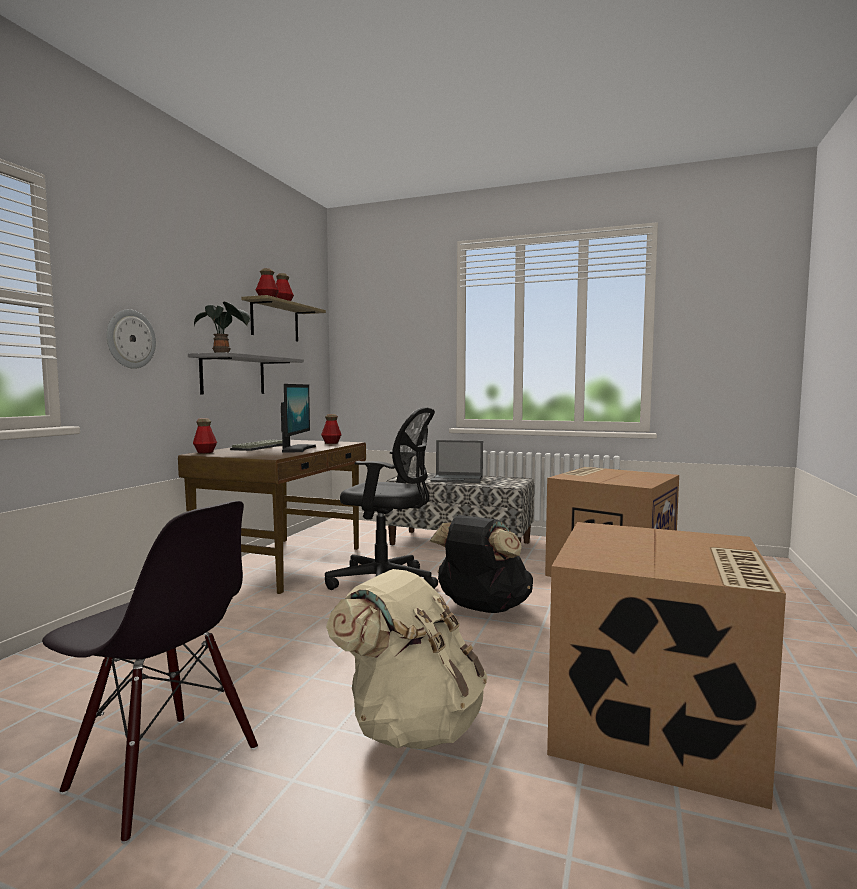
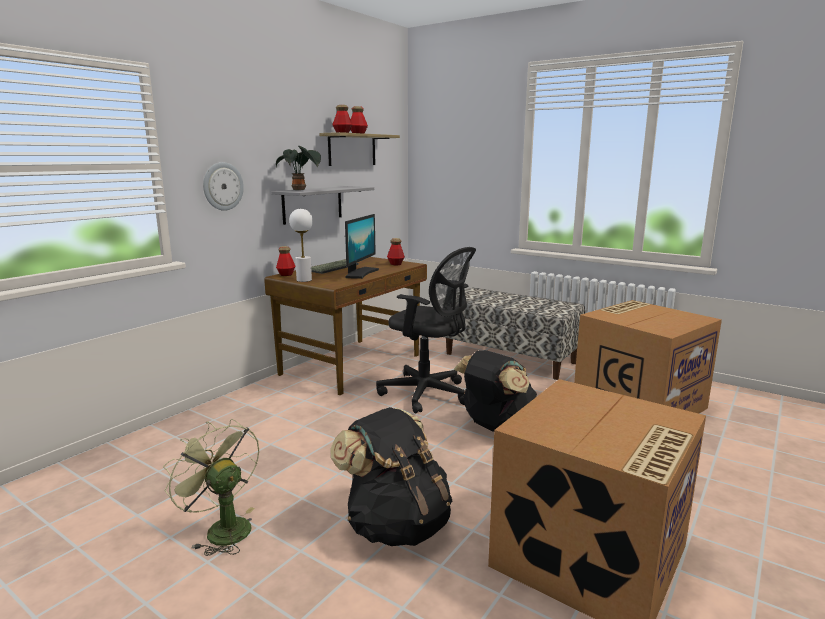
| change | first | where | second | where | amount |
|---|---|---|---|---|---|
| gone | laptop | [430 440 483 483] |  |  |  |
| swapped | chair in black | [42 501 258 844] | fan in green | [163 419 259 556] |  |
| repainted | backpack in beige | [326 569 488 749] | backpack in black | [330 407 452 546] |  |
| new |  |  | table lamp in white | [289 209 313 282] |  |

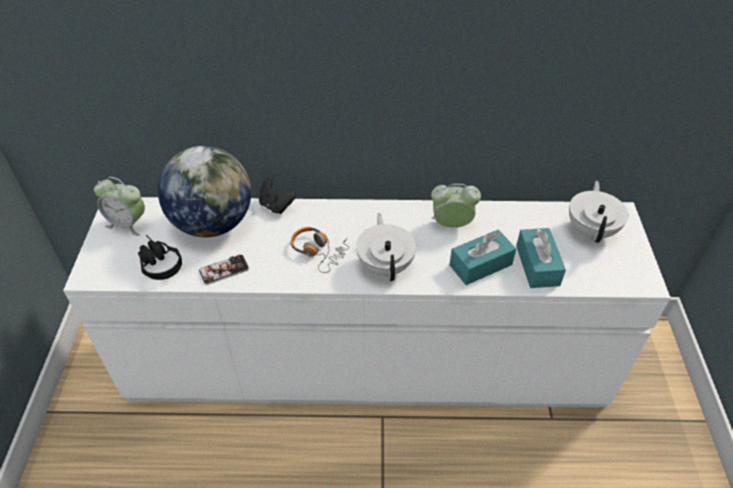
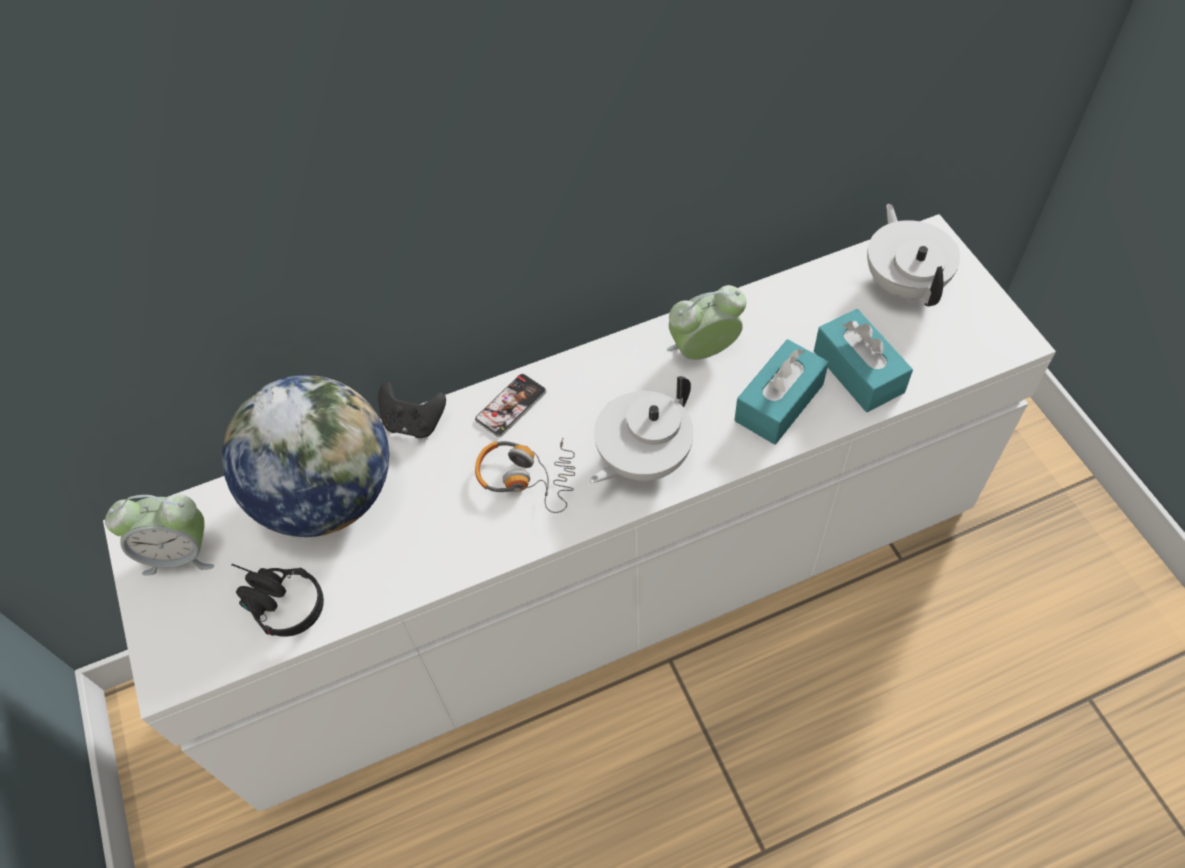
| change | first | where | second | where | amount |
|---|---|---|---|---|---|
| rotated | teapot in white | [356 213 416 281] |  | [590 376 694 483] | 105 degrees counterclockwise |
| shifted | phone | [199 255 249 285] |  | [475 374 546 437] |  |

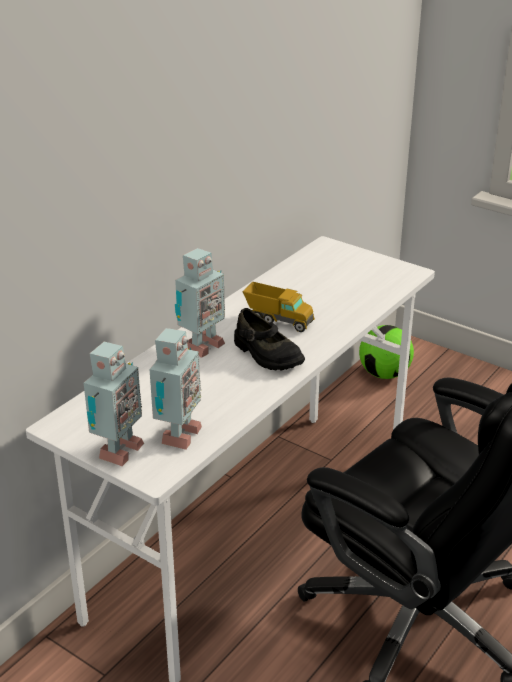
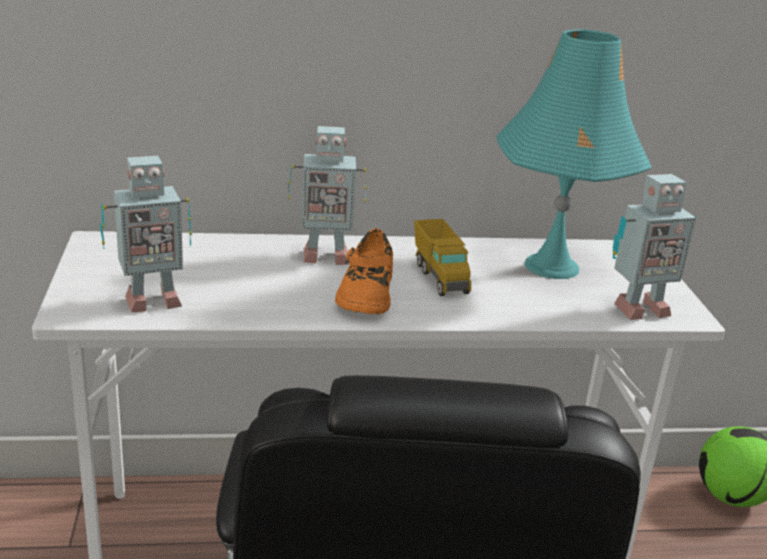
| change | first | where | second | where | amount |
|---|---|---|---|---|---|
| repainted | shoe in black | [234 308 305 370] | shoe in orange | [335 228 393 315] |  |
| shifted | toy robot | [84 342 144 466] |  | [613 174 696 320] |  |
| new |  |  | table lamp in turquoise | [496 29 652 279] |  |

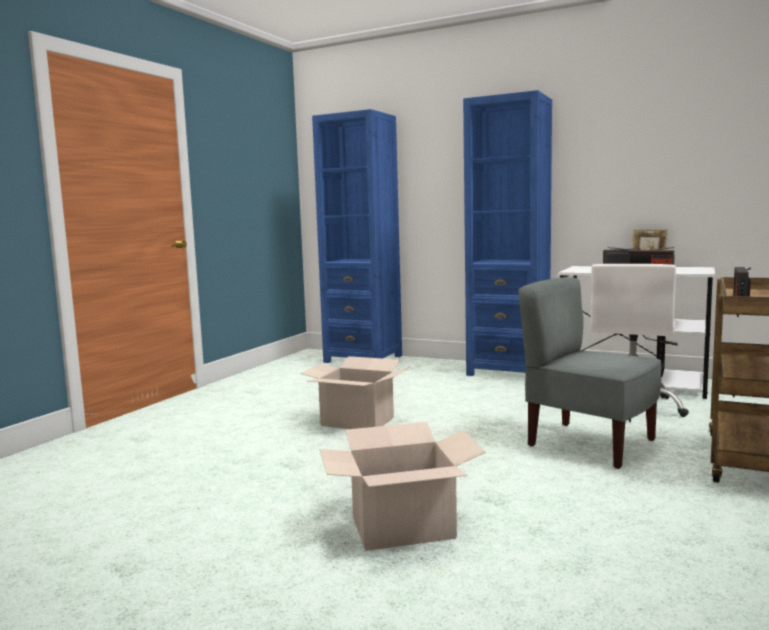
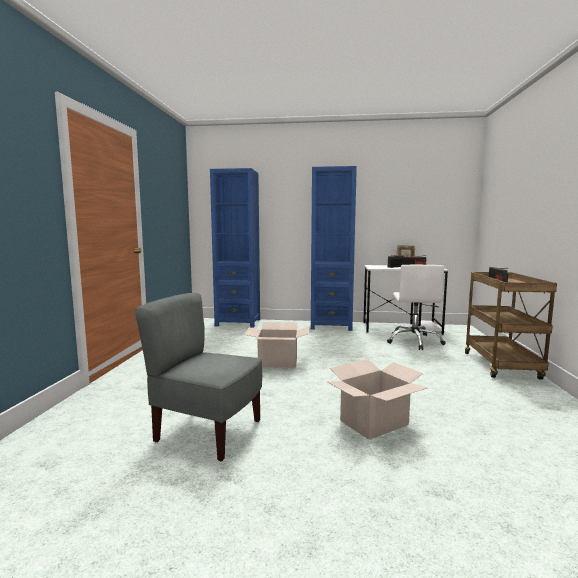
| change | first | where | second | where | amount |
|---|---|---|---|---|---|
| shifted | chair in grey | [518 277 661 469] |  | [135 293 262 461] |  |

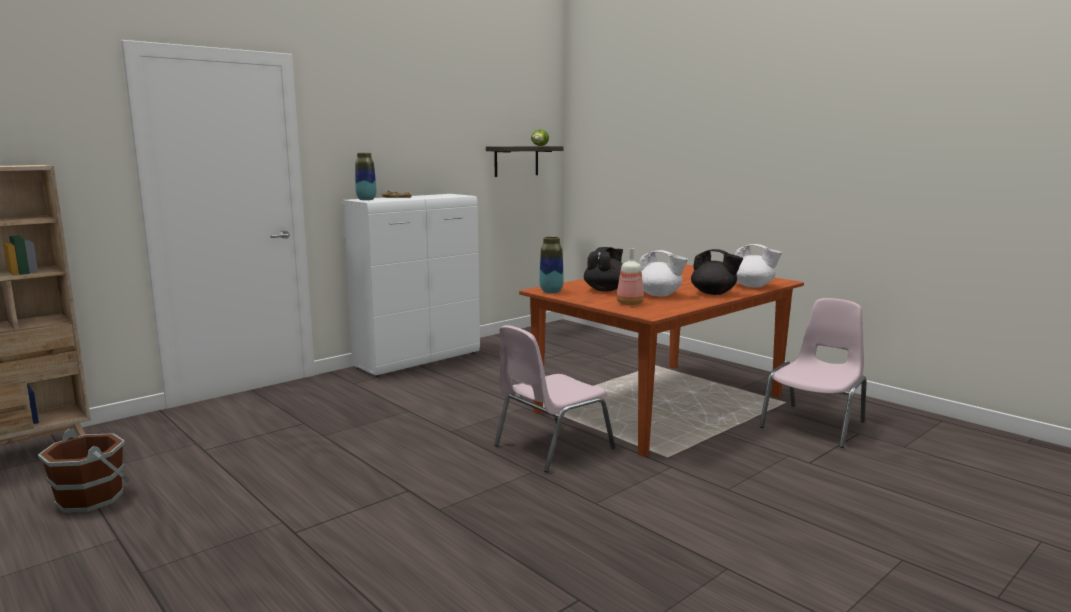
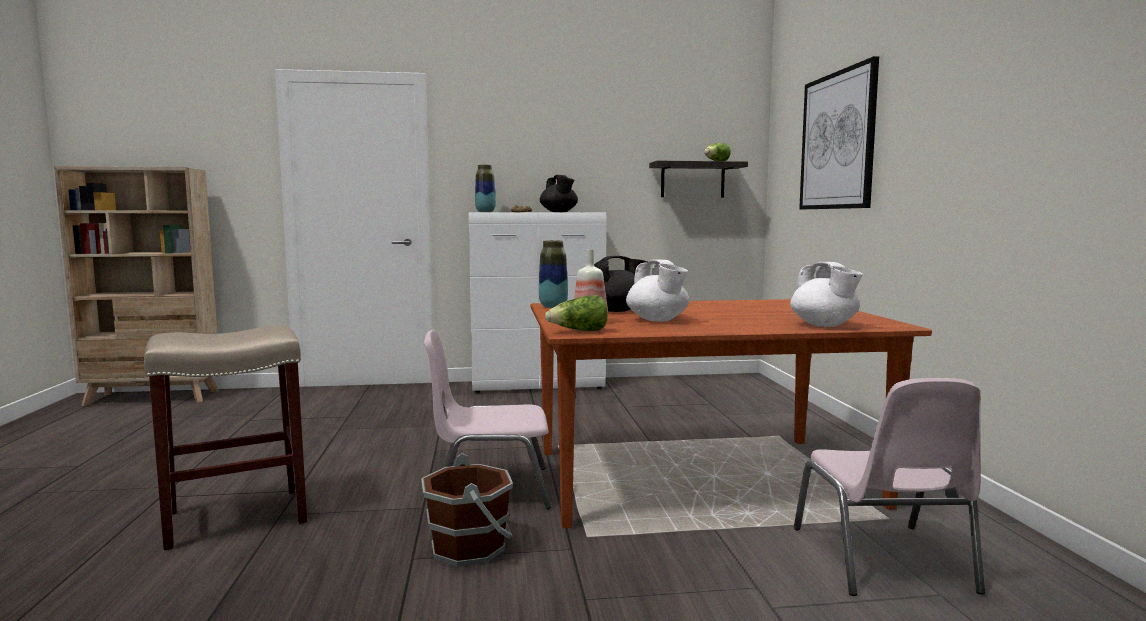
| change | first | where | second | where | amount |
|---|---|---|---|---|---|
| shifted | teapot in black | [691 249 743 295] |  | [540 175 578 212] |  |
| rotated | chair in pink | [760 298 866 448] |  | [794 378 985 596] | 105 degrees clockwise |
| shifted | bucket in brown | [38 429 130 513] |  | [421 453 513 567] |  |
| new |  |  | picture | [799 56 879 209] |  |
| new |  |  | lettuce | [545 295 607 331] |  |
| new |  |  | stool in beige | [144 325 307 550] |  |

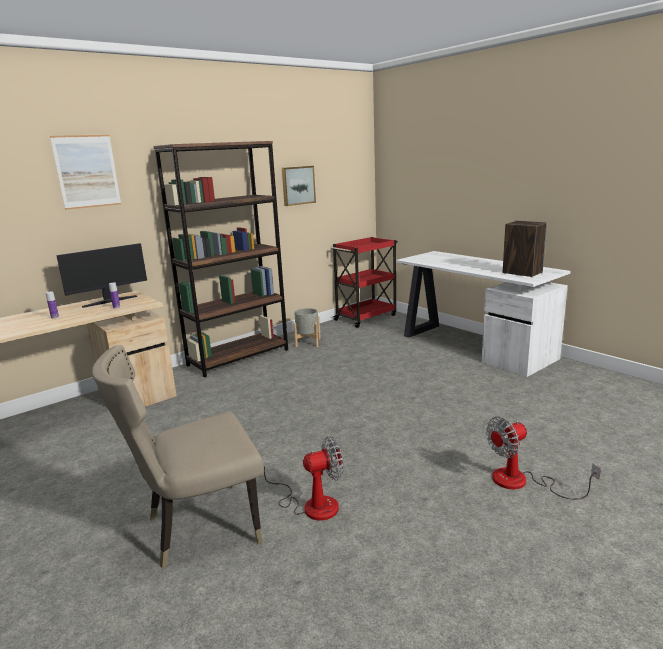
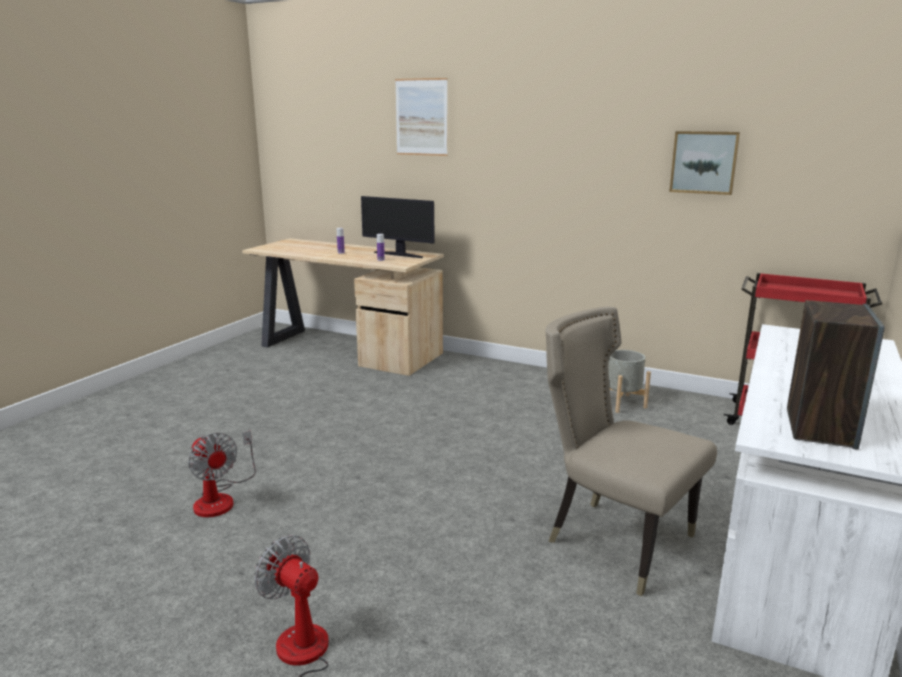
| change | first | where | second | where | amount |
|---|---|---|---|---|---|
| gone | bookcase in brown | [153 141 288 377] |  |  |  |
| shifted | chair in beige | [92 345 264 568] |  | [545 306 717 596] |  |

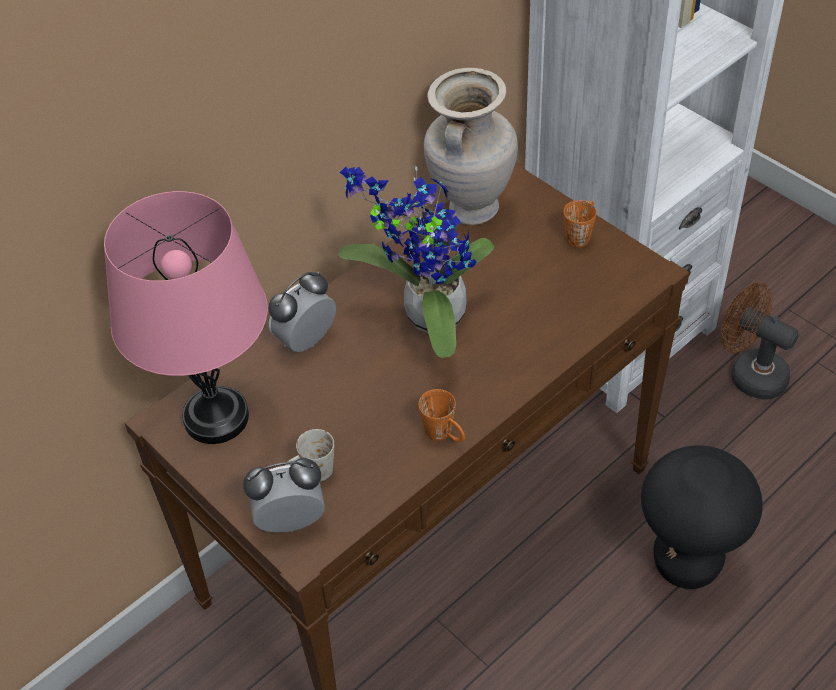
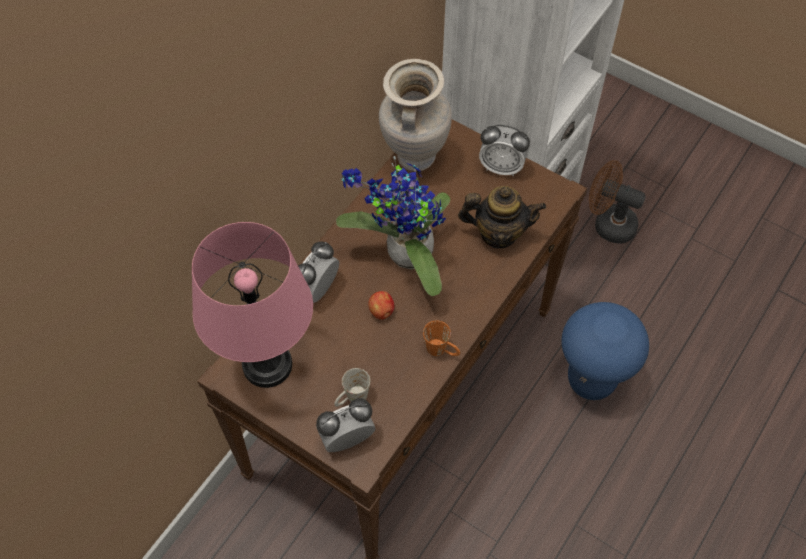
| change | first | where | second | where | amount |
|---|---|---|---|---|---|
| swapped | mug in orange | [563 200 597 247] | alarm clock | [479 125 530 176] |  |
| repainted | stool in black | [641 445 763 589] | stool in blue | [562 302 649 400] |  |
| new |  |  | teapot | [458 186 546 248] |  |
| new |  |  | apple | [368 291 394 320] |  |

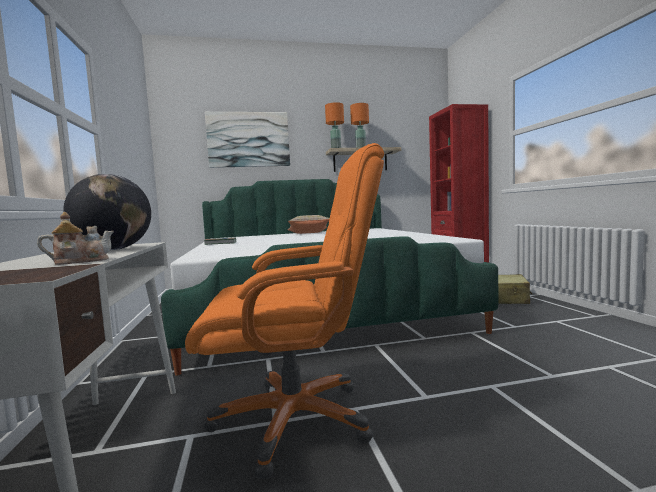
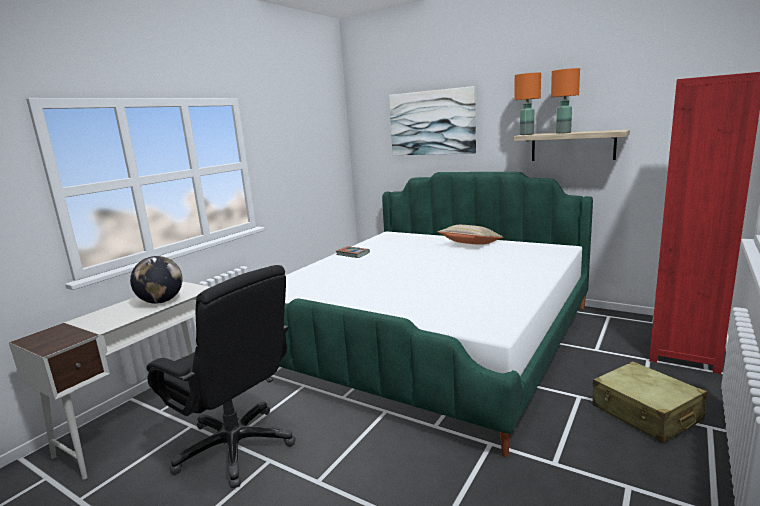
| change | first | where | second | where | amount |
|---|---|---|---|---|---|
| repainted | office chair in orange | [185 143 384 479] | office chair in black | [146 265 296 488] |  |
| gone | teapot | [37 212 114 265] |  |  |  |

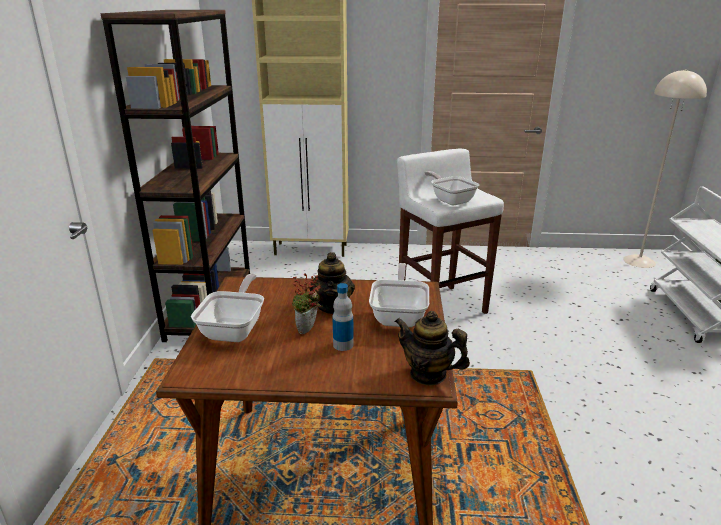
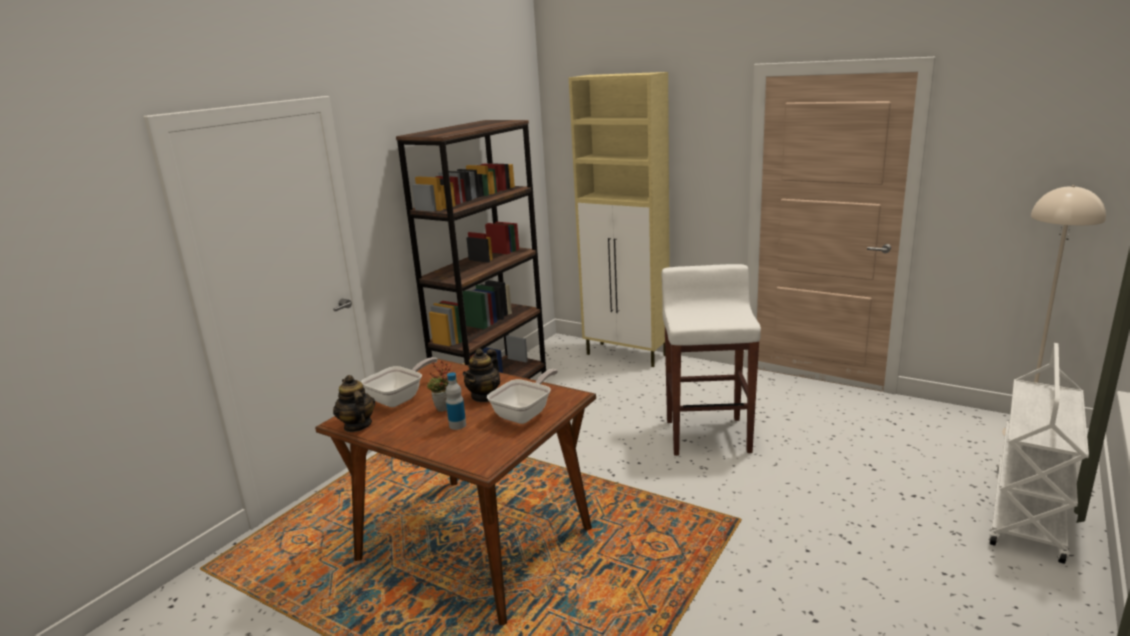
| change | first | where | second | where | amount |
|---|---|---|---|---|---|
| gone | frying pan | [425 171 479 205] |  |  |  |
| shifted | teapot | [395 311 470 385] |  | [333 375 375 432] |  |

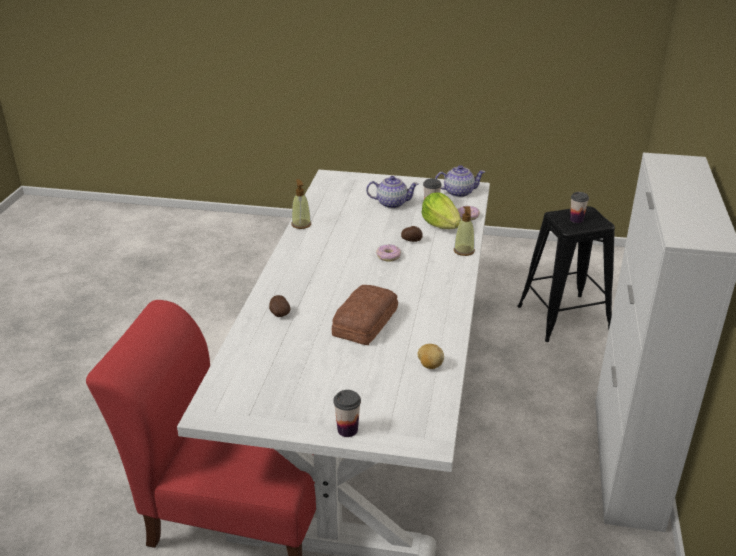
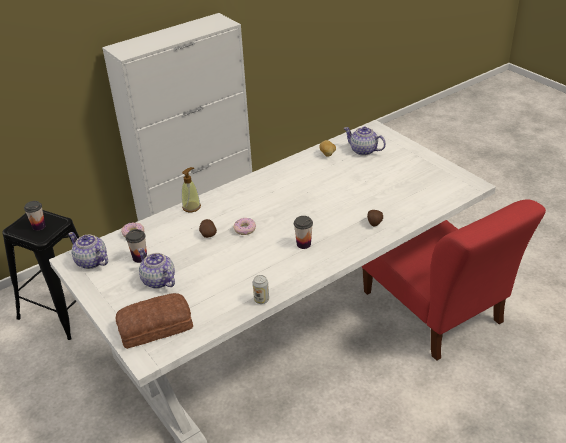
| change | first | where | second | where | amount |
|---|---|---|---|---|---|
| swapped | soap dispenser | [292 179 311 229] | can | [253 275 269 304] |  |
| gone | lettuce | [421 192 461 229] |  |  |  |
| shifted | bread | [332 285 398 345] |  | [116 293 193 349] |  |
| shifted | cup | [333 390 361 437] |  | [294 216 313 249] |  |
| new |  |  | teapot | [344 127 386 156] |  |

